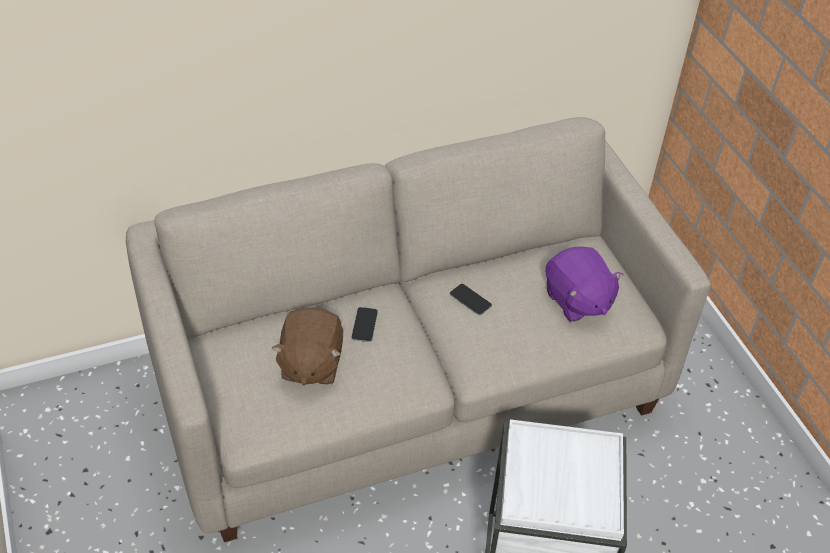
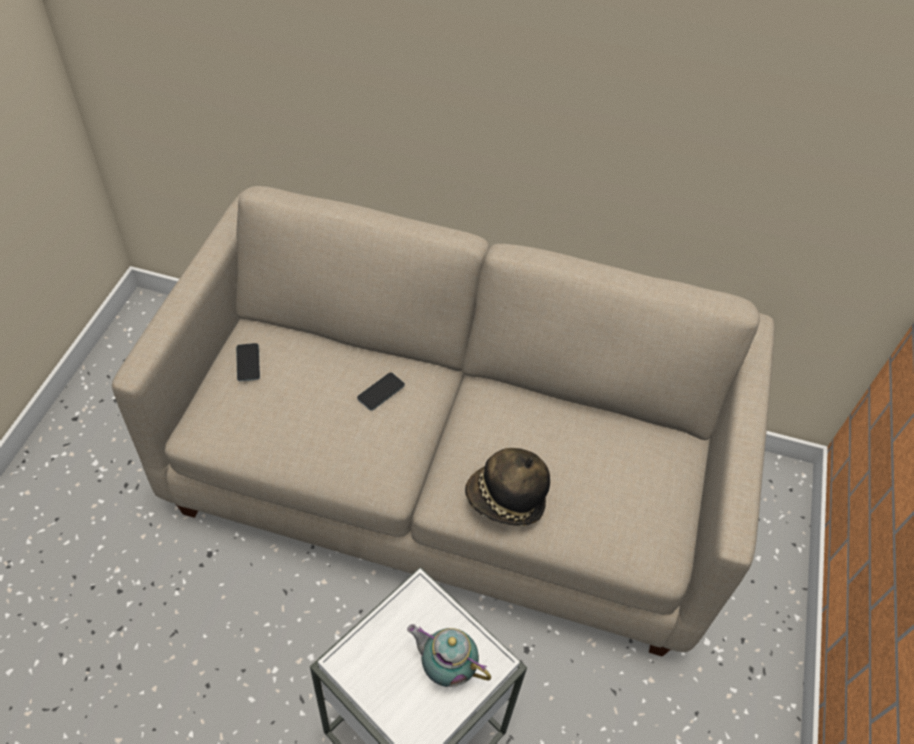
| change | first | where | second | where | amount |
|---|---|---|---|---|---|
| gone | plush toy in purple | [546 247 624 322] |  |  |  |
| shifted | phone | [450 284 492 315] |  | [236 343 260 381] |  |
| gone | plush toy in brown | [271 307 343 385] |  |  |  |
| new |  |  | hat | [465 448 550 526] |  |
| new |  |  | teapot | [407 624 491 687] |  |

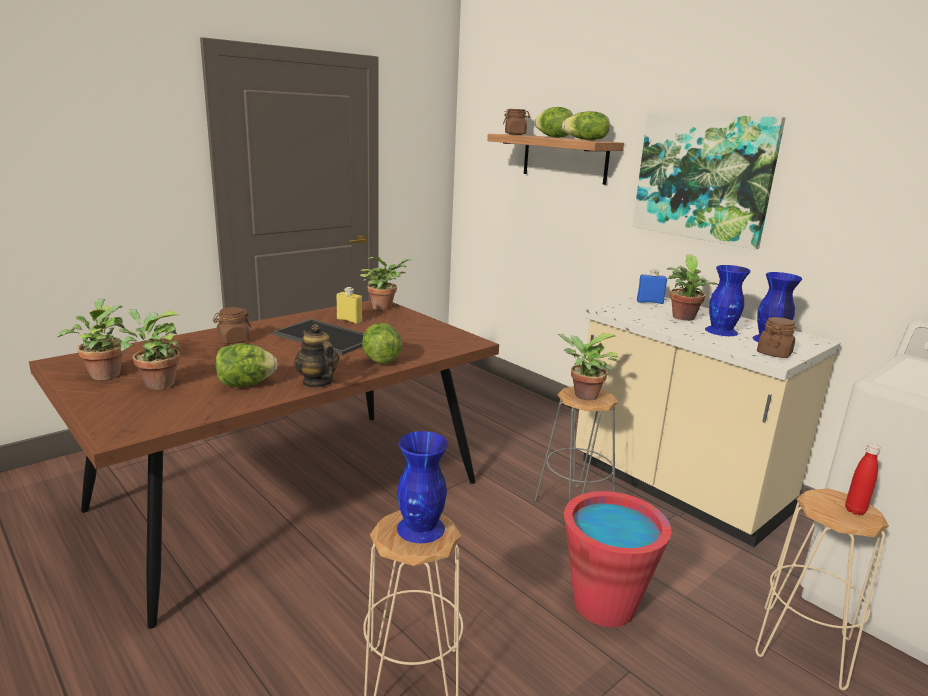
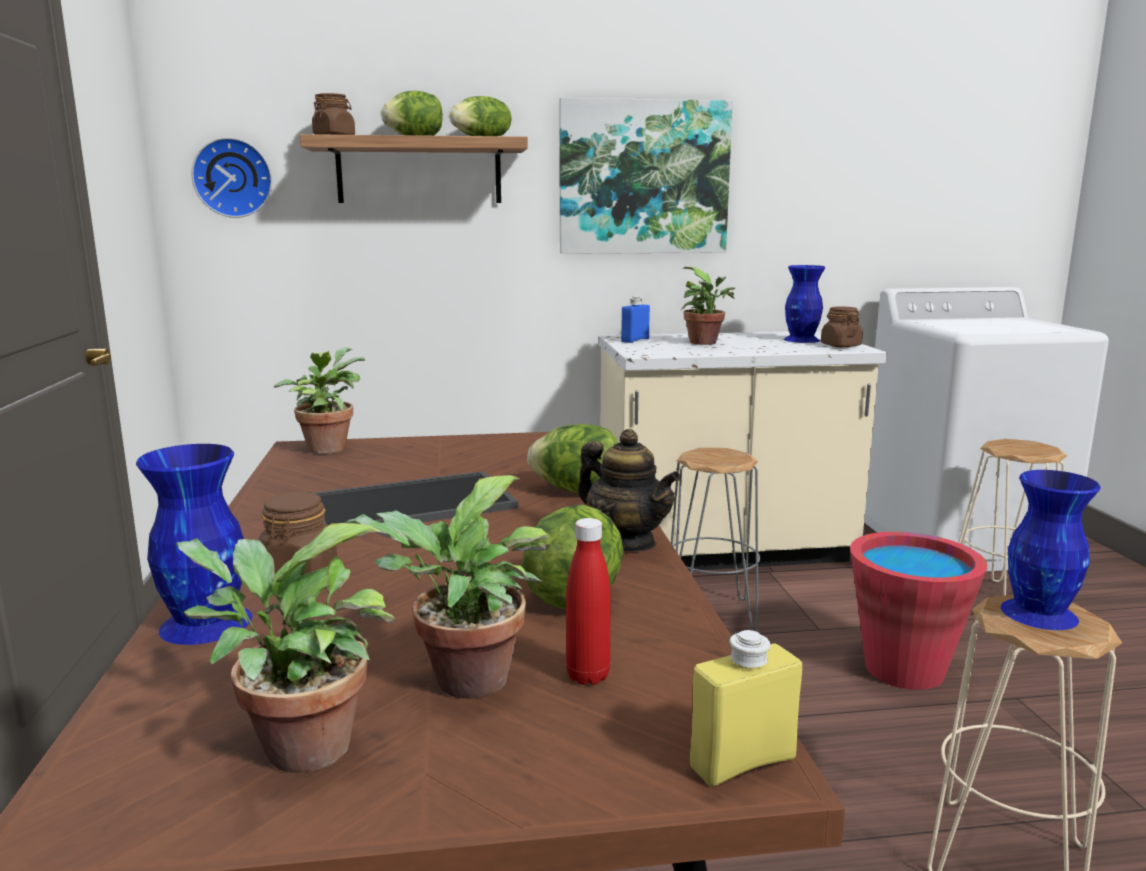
| change | first | where | second | where | amount |
|---|---|---|---|---|---|
| shifted | vase in blue | [705 265 751 336] |  | [136 444 252 645] |  |
| shifted | bottle in yellow | [336 287 362 324] |  | [690 630 802 786] |  |
| rotated | teapot | [294 324 339 388] |  | [578 429 681 551] | 135 degrees counterclockwise |
| gone | potted plant | [557 333 620 400] |  |  |  |
| shifted | bottle in red | [845 443 881 515] |  | [566 518 611 685] |  |
| new |  |  | wall clock | [191 137 272 218] |  |

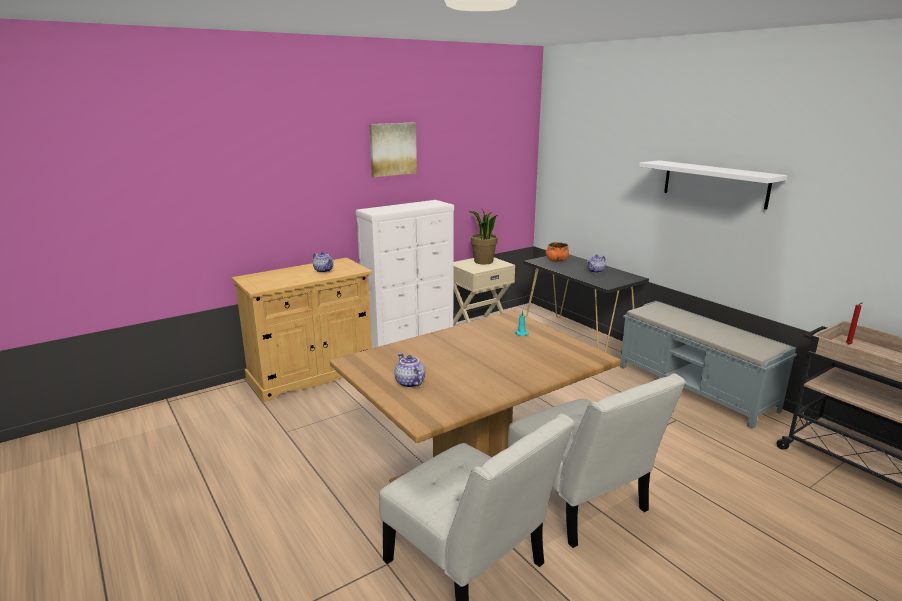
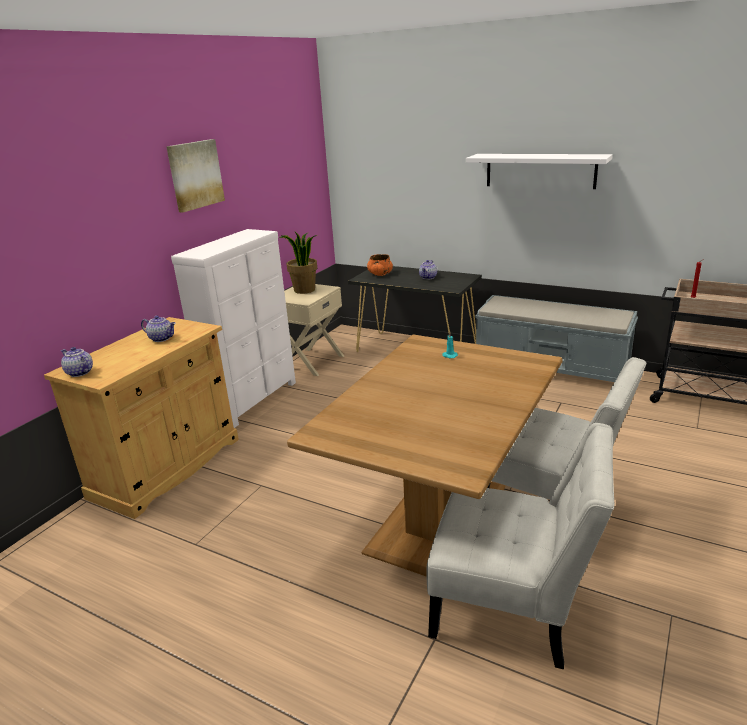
| change | first | where | second | where | amount |
|---|---|---|---|---|---|
| shifted | teapot | [394 353 425 388] |  | [61 347 93 377] |  |

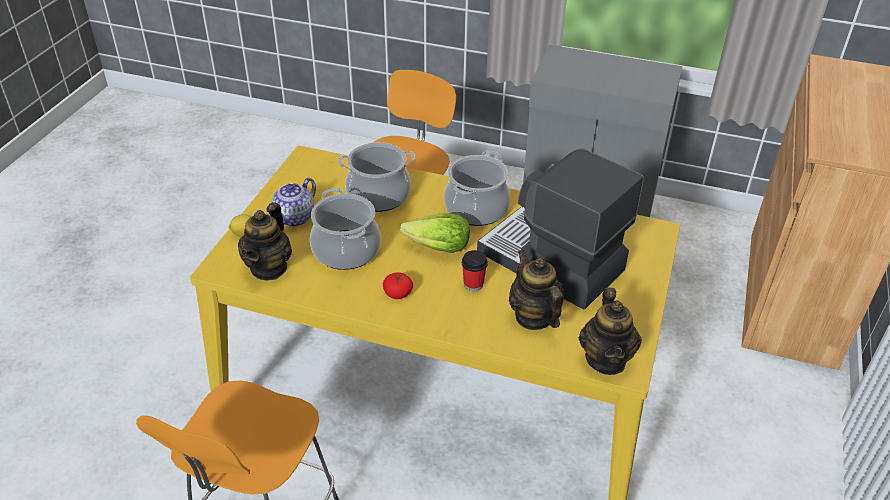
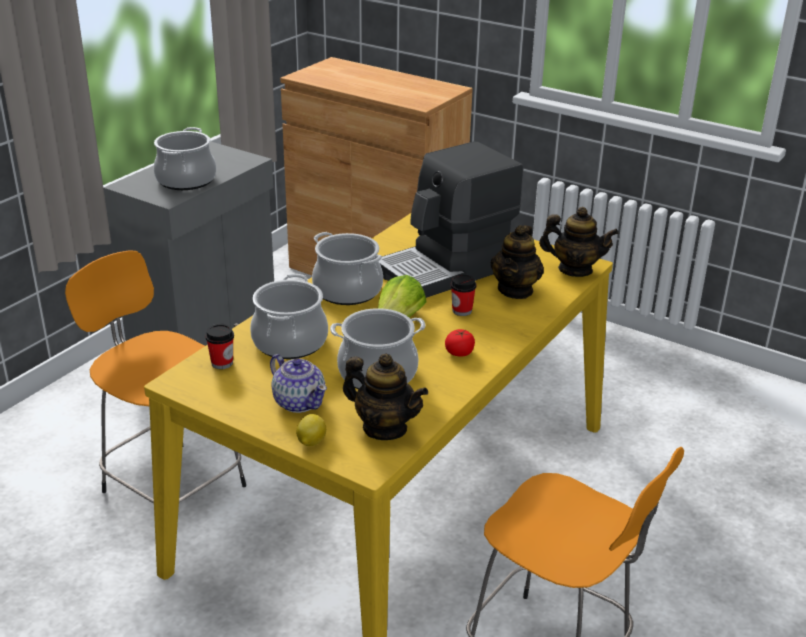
| change | first | where | second | where | amount |
|---|---|---|---|---|---|
| rotated | teapot | [509 250 564 330] |  | [491 225 544 299] | 60 degrees counterclockwise |
| new |  |  | cooking pot | [154 127 216 190] |  |
| new |  |  | cup | [206 324 234 369] |  |

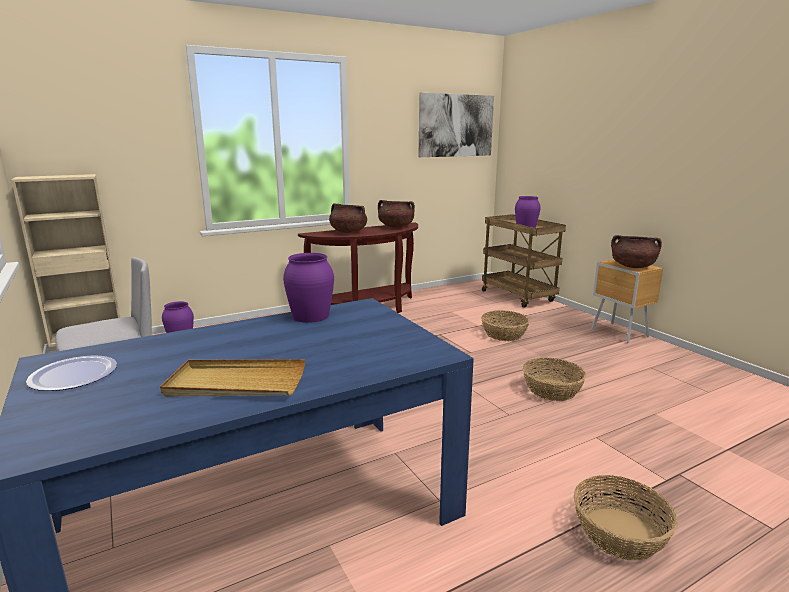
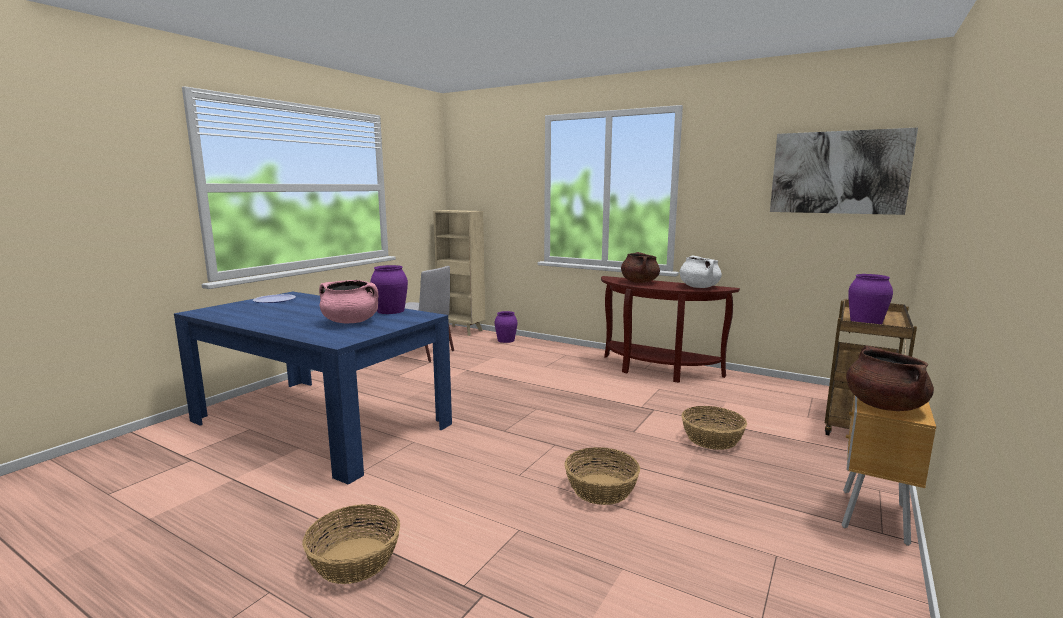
| change | first | where | second | where | amount |
|---|---|---|---|---|---|
| repainted | cooking pot in brown | [378 200 415 228] | cooking pot in white | [679 255 722 288] |  |
| gone | tray in beige | [160 359 305 397] |  |  |  |
| new |  |  | cooking pot in pink | [319 280 378 323] |  |

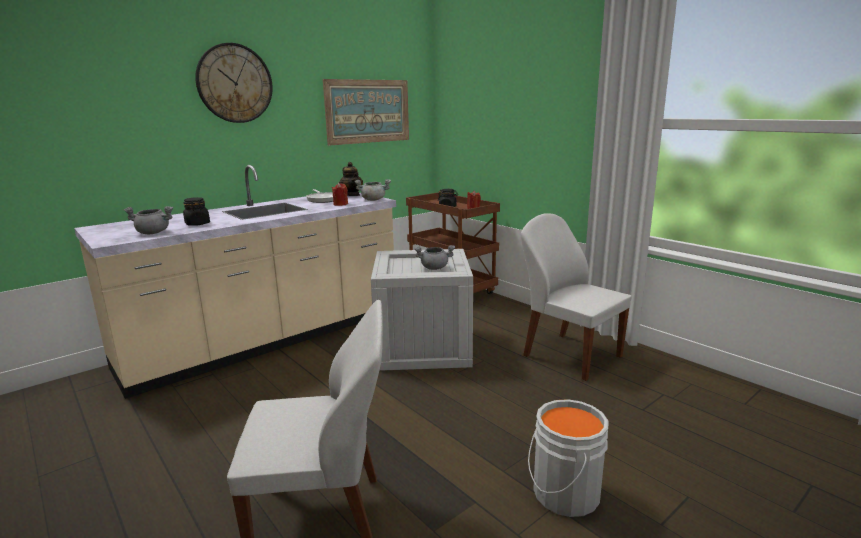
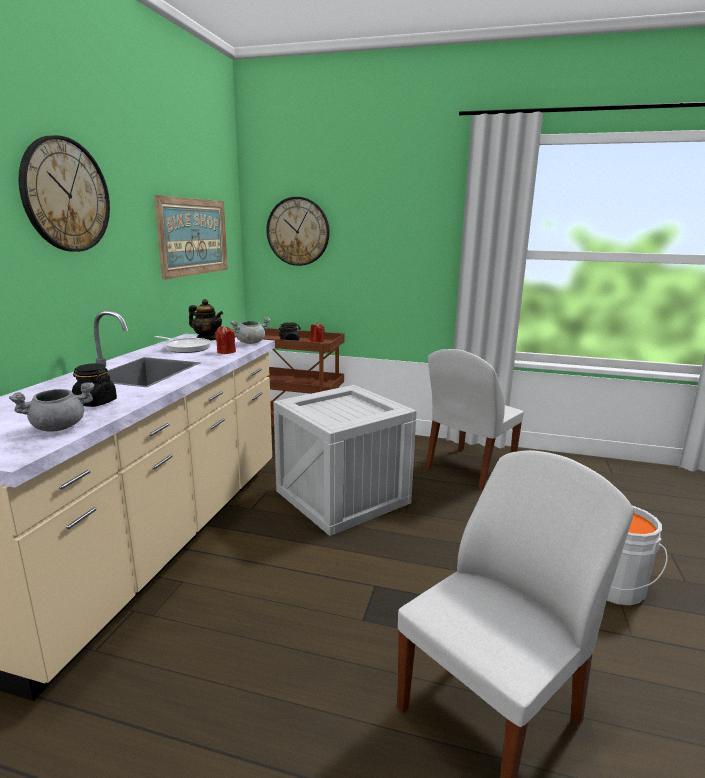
| change | first | where | second | where | amount |
|---|---|---|---|---|---|
| rotated | chair in white | [521 213 632 381] |  | [426 349 524 489] | 60 degrees counterclockwise |
| gone | cooking pot in grey | [414 245 455 270] |  |  |  |
| new |  |  | wall clock | [266 197 330 266] |  |

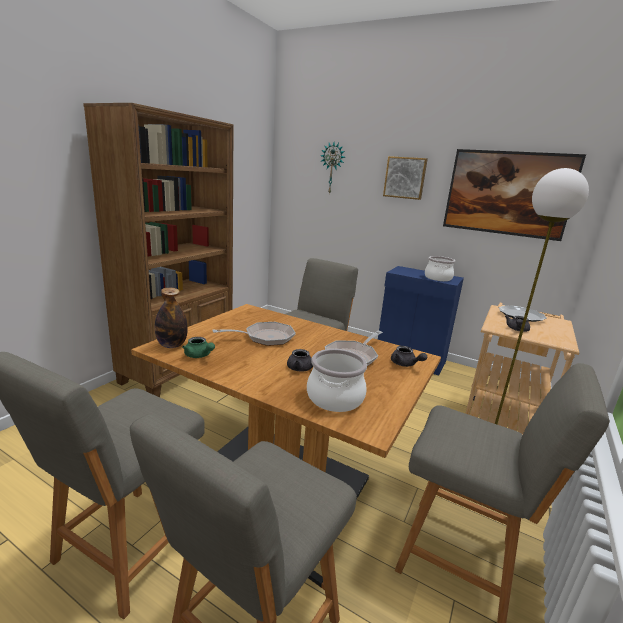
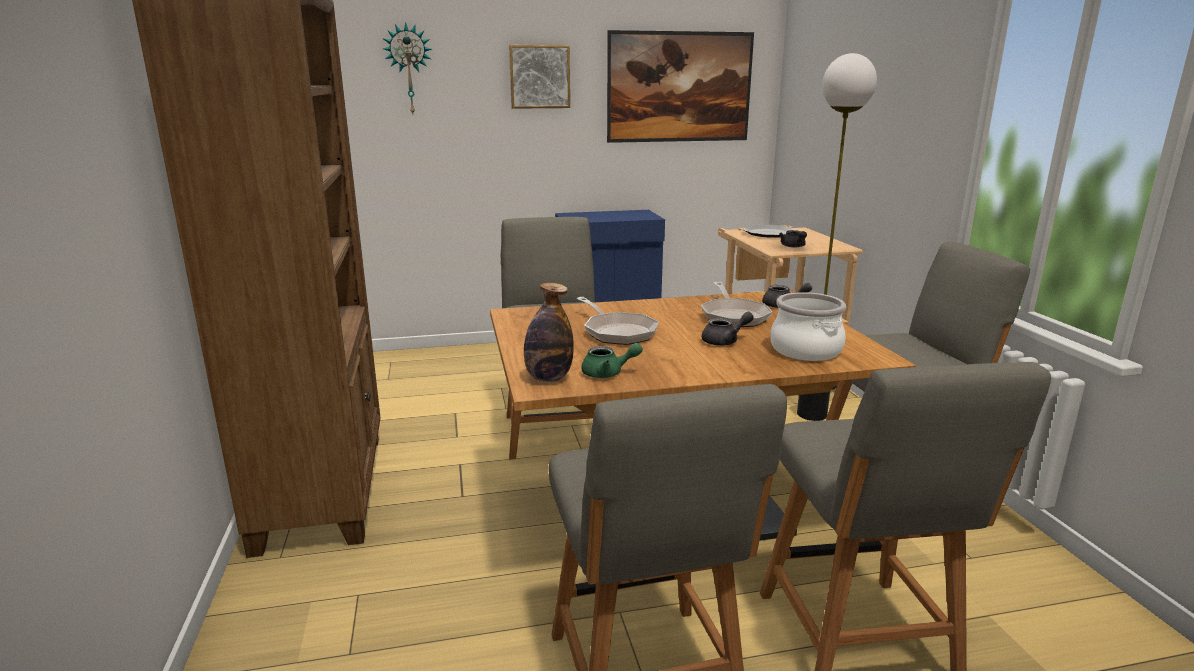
| change | first | where | second | where | amount |
|---|---|---|---|---|---|
| gone | cooking pot | [425 256 455 281] |  |  |  |
| rotated | frying pan | [212 322 296 346] |  | [576 297 659 345] | 120 degrees clockwise |

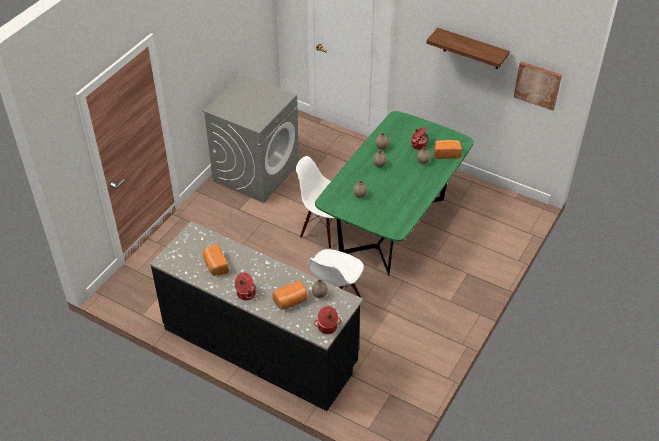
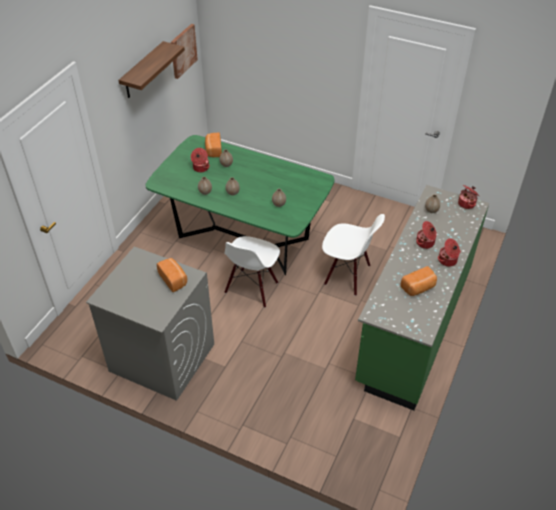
| change | first | where | second | where | amount |
|---|---|---|---|---|---|
| repainted | counter in black | [150 221 363 411] | counter in green | [355 185 489 410] |  |
| shifted | bread | [272 281 307 310] |  | [157 258 187 292] |  |
| new |  |  | cooking pot | [416 221 437 249] |  |

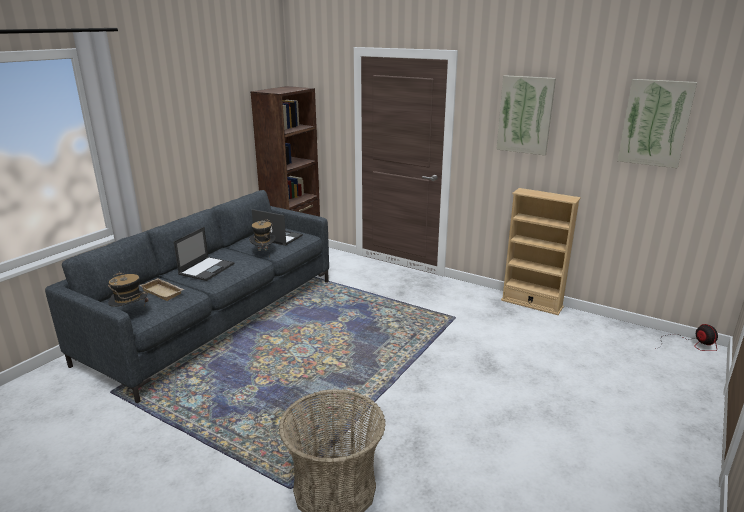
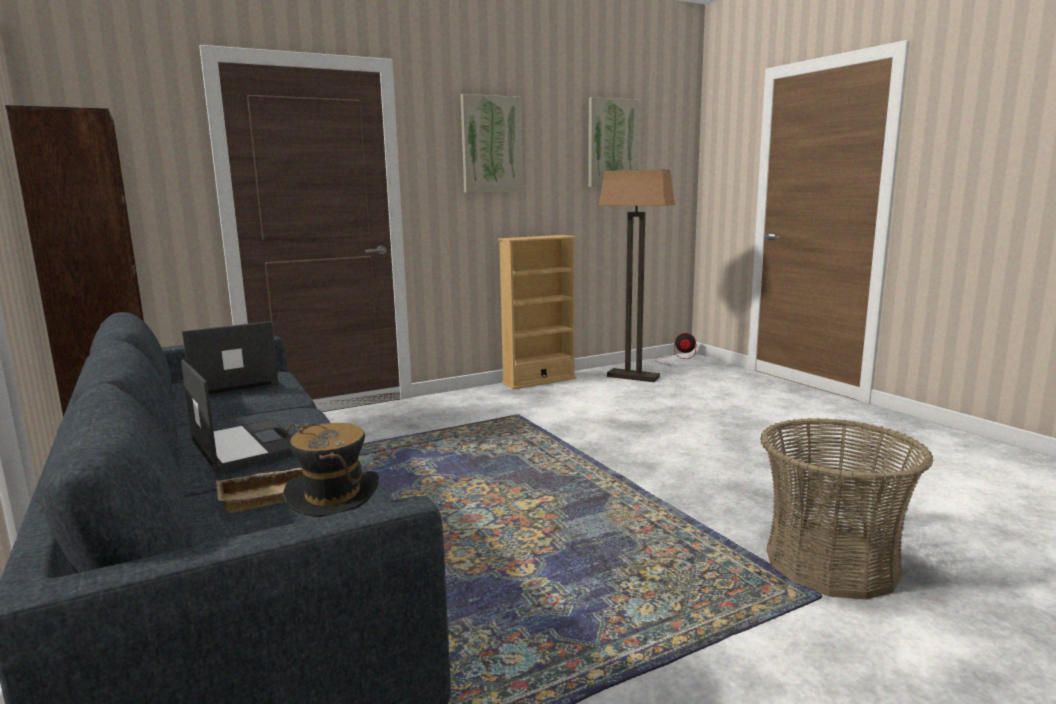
| change | first | where | second | where | amount |
|---|---|---|---|---|---|
| gone | hat | [250 219 276 258] |  |  |  |
| new |  |  | floor lamp | [598 169 675 382] |  |

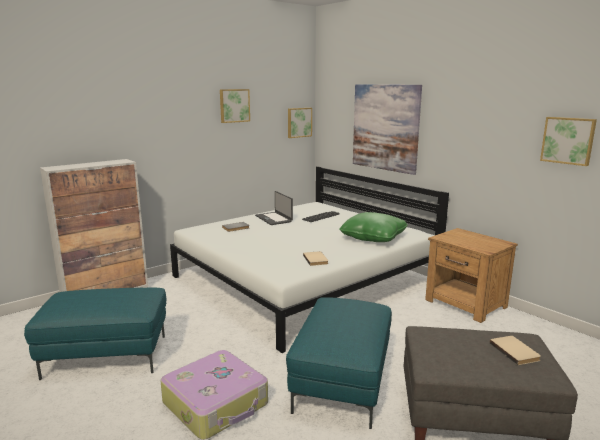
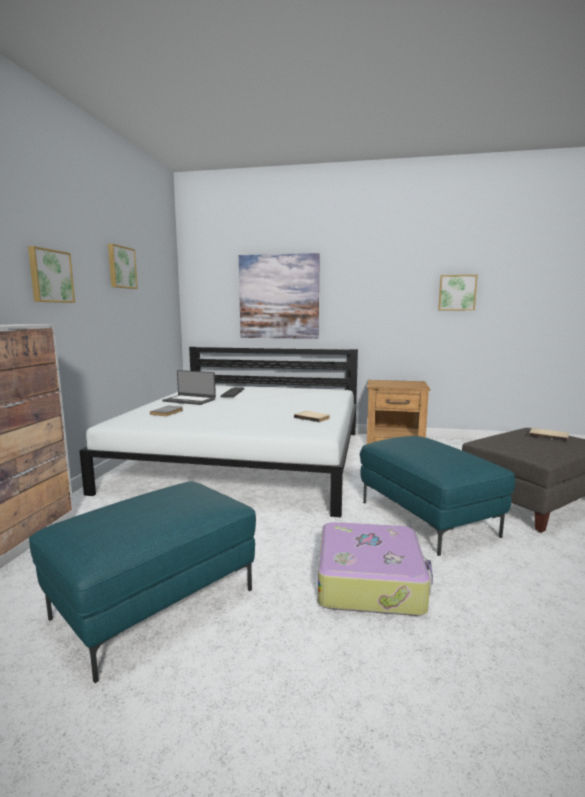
| change | first | where | second | where | amount |
|---|---|---|---|---|---|
| shifted | picture | [288 108 312 138] |  | [28 246 75 303] |  |
| gone | pillow in green | [339 212 408 242] |  |  |  |

